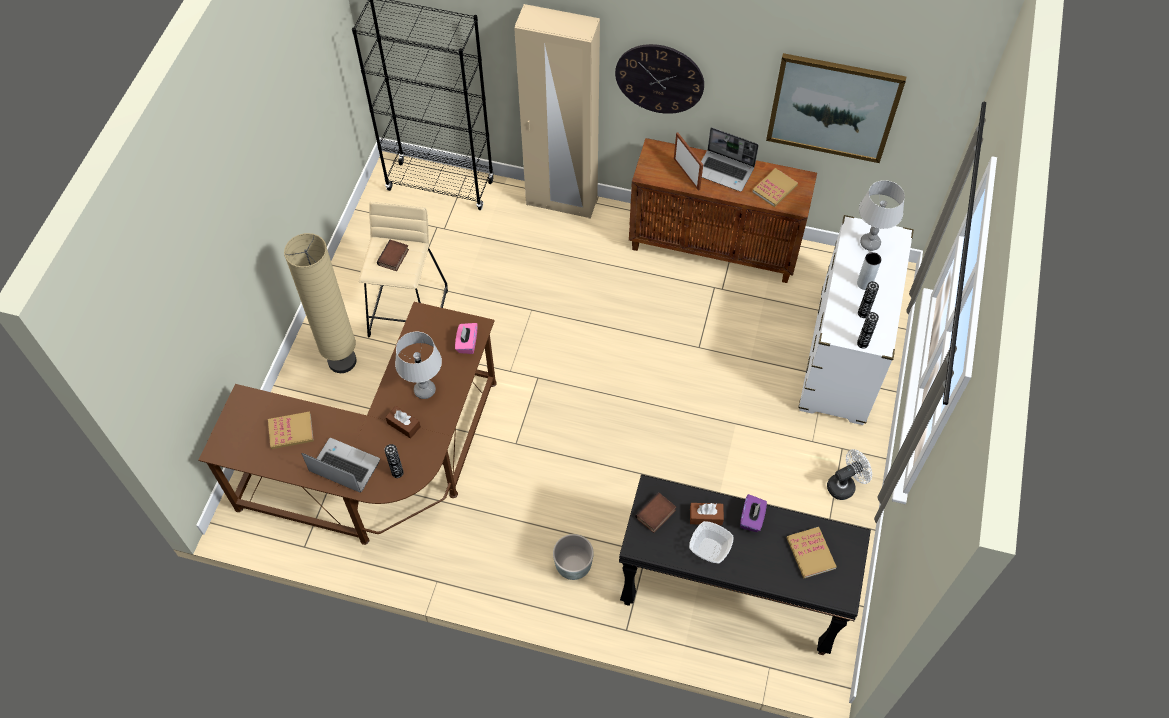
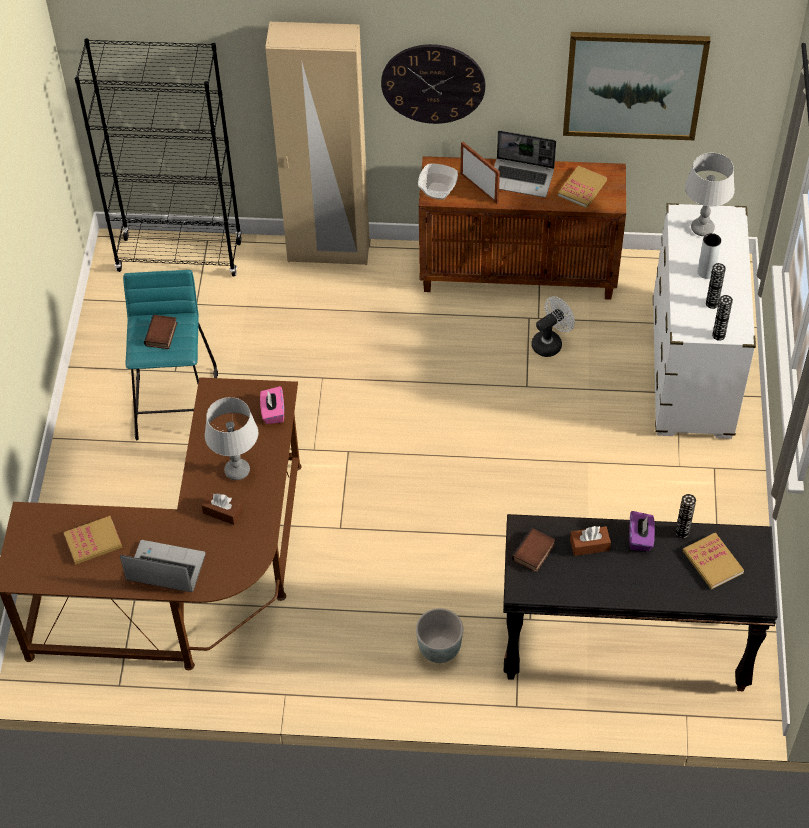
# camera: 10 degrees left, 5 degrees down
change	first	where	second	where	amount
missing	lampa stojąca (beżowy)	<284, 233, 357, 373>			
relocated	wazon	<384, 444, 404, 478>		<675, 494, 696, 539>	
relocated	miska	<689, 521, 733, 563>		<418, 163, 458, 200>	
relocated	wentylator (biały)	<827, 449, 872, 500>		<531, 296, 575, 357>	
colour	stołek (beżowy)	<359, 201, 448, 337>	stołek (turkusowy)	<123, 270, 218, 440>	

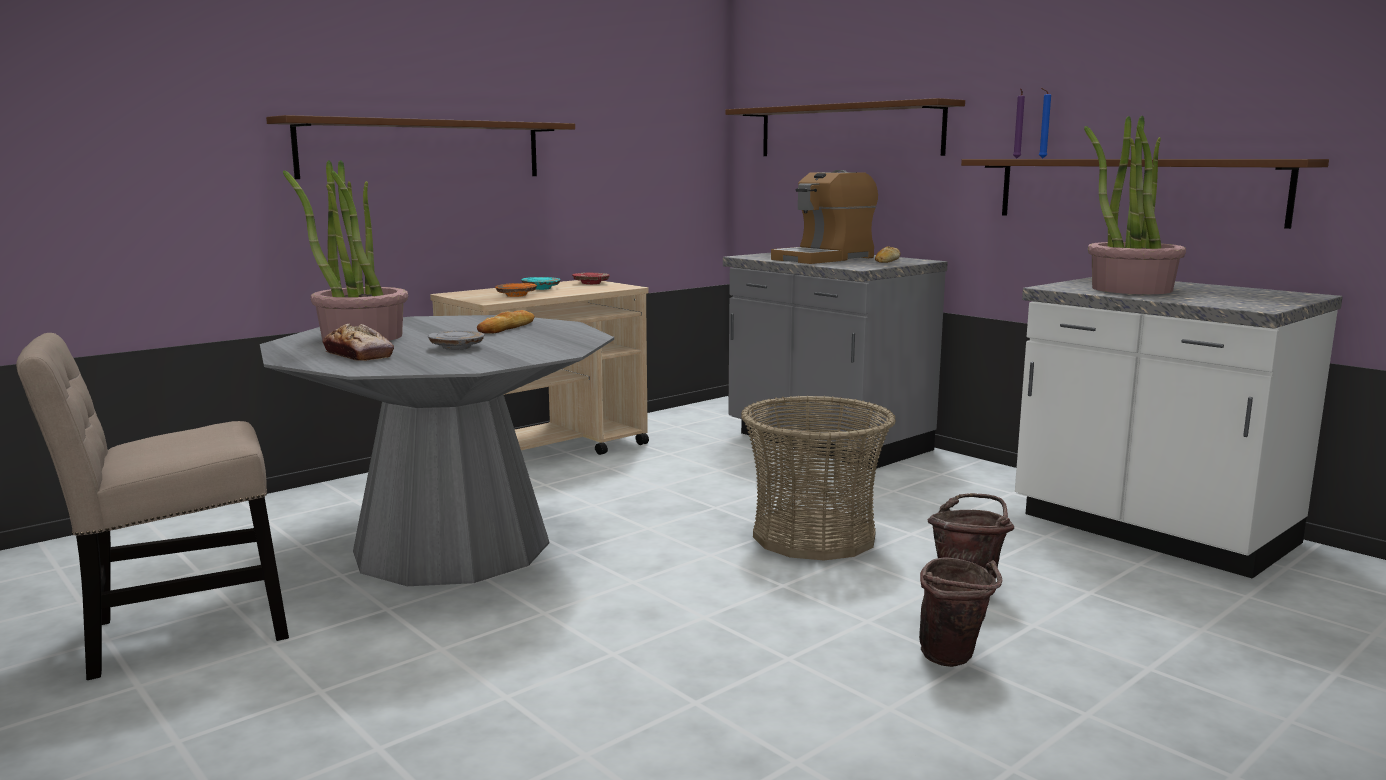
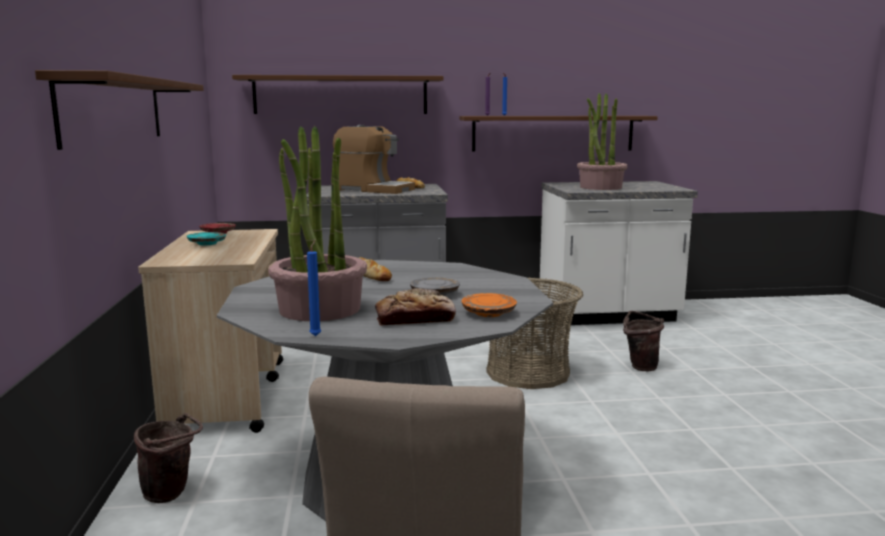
# camera: 55 degrees left, 0 degrees up
change	first	where	second	where	amount
appeared			świeca (niebieski)	<307, 241, 321, 336>	
relocated	talerz (pomarańczowy)	<495, 283, 537, 297>		<461, 293, 517, 317>	
relocated	wiadro (brązowy)	<919, 557, 1002, 667>		<134, 413, 203, 503>	
spun	ekspres do kawy	<771, 170, 878, 264>		<333, 125, 415, 194>	60 degrees counterclockwise

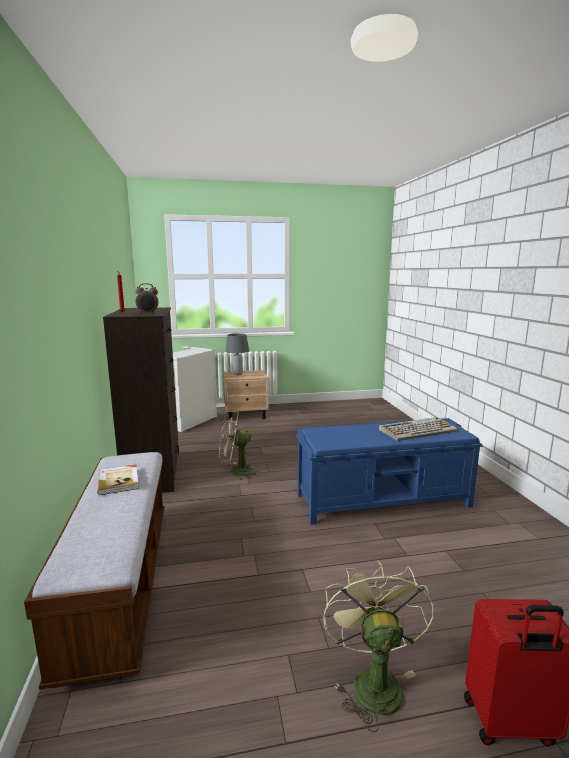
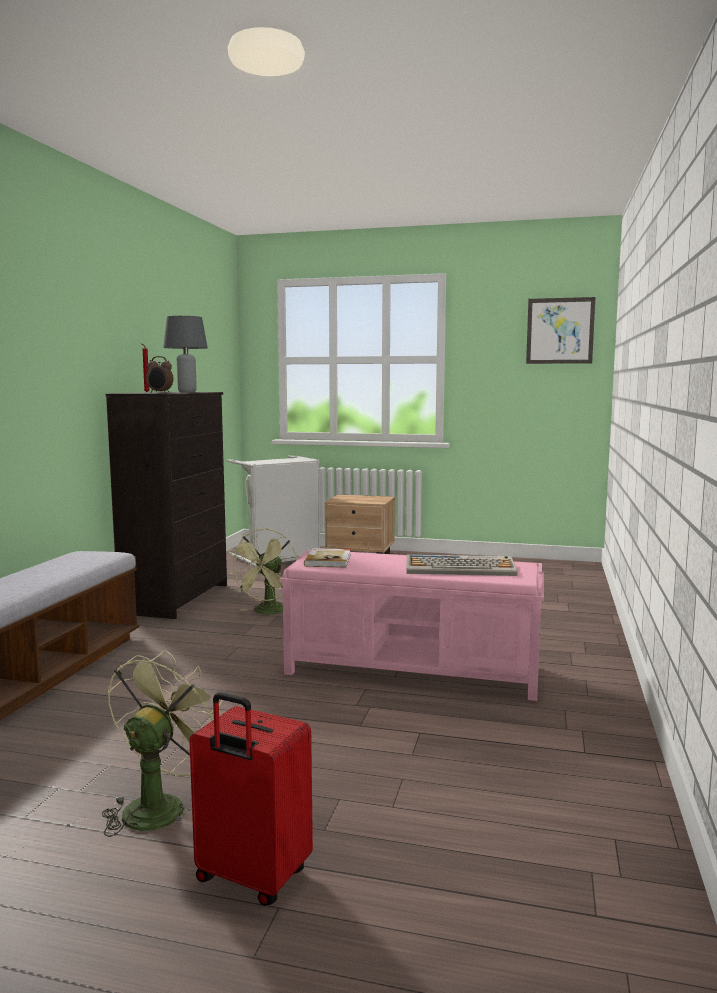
# camera: 25 degrees right, 5 degrees down
change	first	where	second	where	amount
appeared			obraz	<526, 297, 595, 364>	
relocated	książka	<98, 465, 139, 495>		<304, 548, 351, 567>	
relocated	lampa stołowa (szary)	<225, 333, 249, 375>		<163, 316, 208, 392>	
colour	ławka (niebieski)	<296, 418, 483, 525>	ławka (różowy)	<279, 549, 544, 701>	
spun	wentylator (zielony)	<219, 411, 259, 480>		<228, 528, 297, 614>	90 degrees counterclockwise

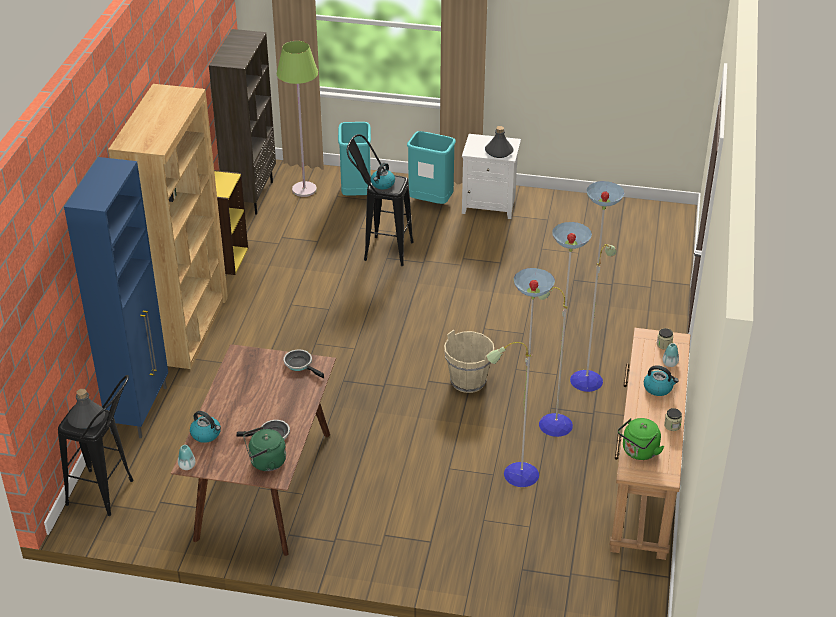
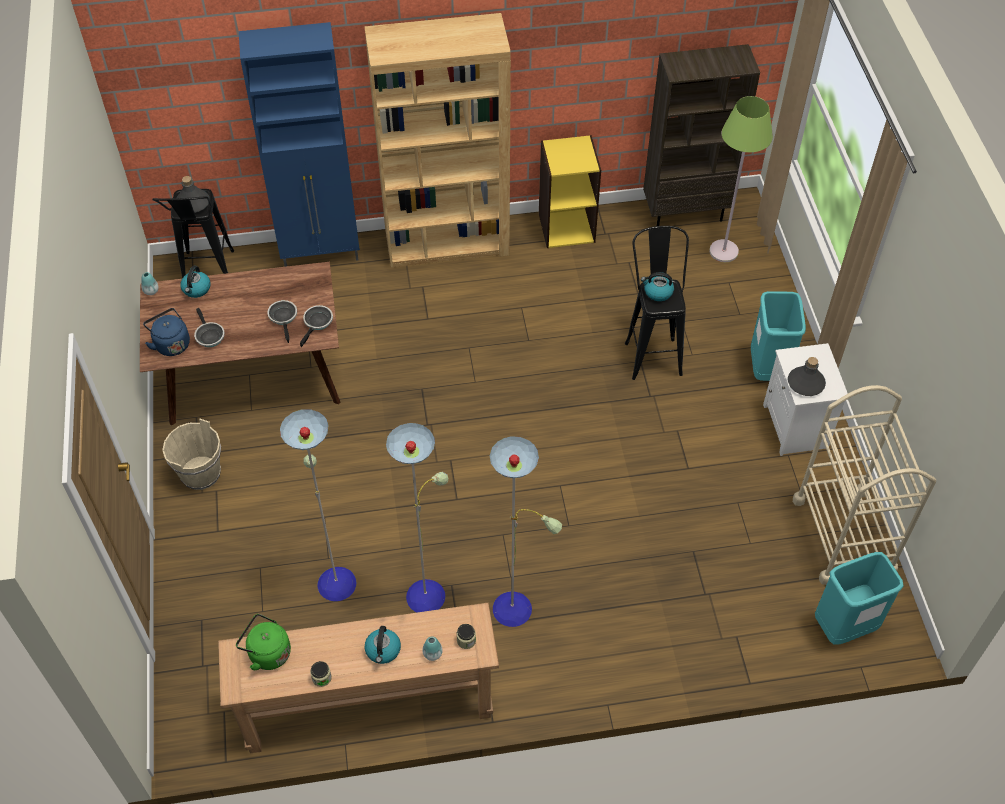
# camera: 70 degrees right, 15 degrees up
change	first	where	second	where	amount
appeared			patelnia	<268, 300, 297, 343>	
appeared			wózek (beżowy)	<793, 385, 936, 585>	
relocated	kosz na śmieci (turkusowy)	<338, 122, 371, 196>		<815, 552, 904, 645>	
relocated	wiadro (beżowy)	<444, 330, 494, 393>		<162, 419, 221, 490>	
colour	czajnik (zielony)	<243, 426, 286, 471>	czajnik (niebieski)	<143, 308, 190, 356>	

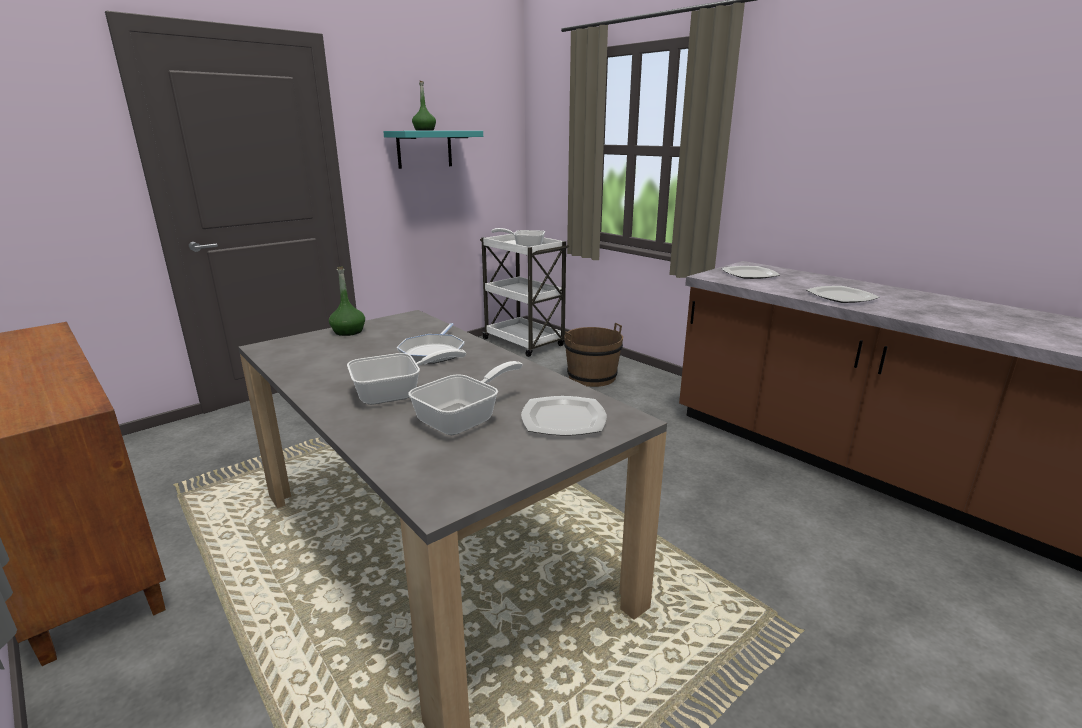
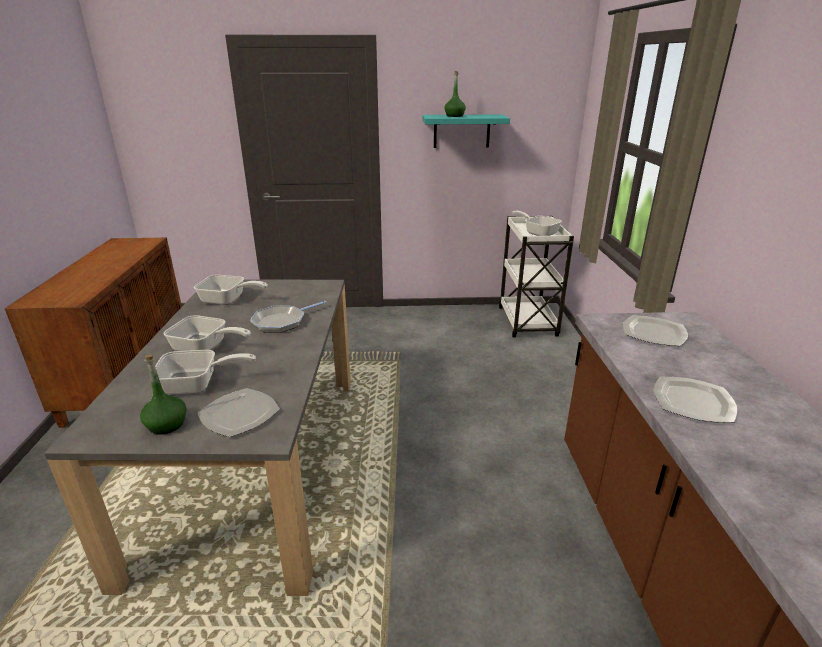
# camera: 40 degrees right, 5 degrees up
change	first	where	second	where	amount
missing	wiadro (brązowy)	<564, 323, 623, 387>			
appeared			patelnia	<194, 275, 268, 305>	
relocated	butelka (zielony)	<329, 266, 365, 336>		<140, 355, 186, 434>	

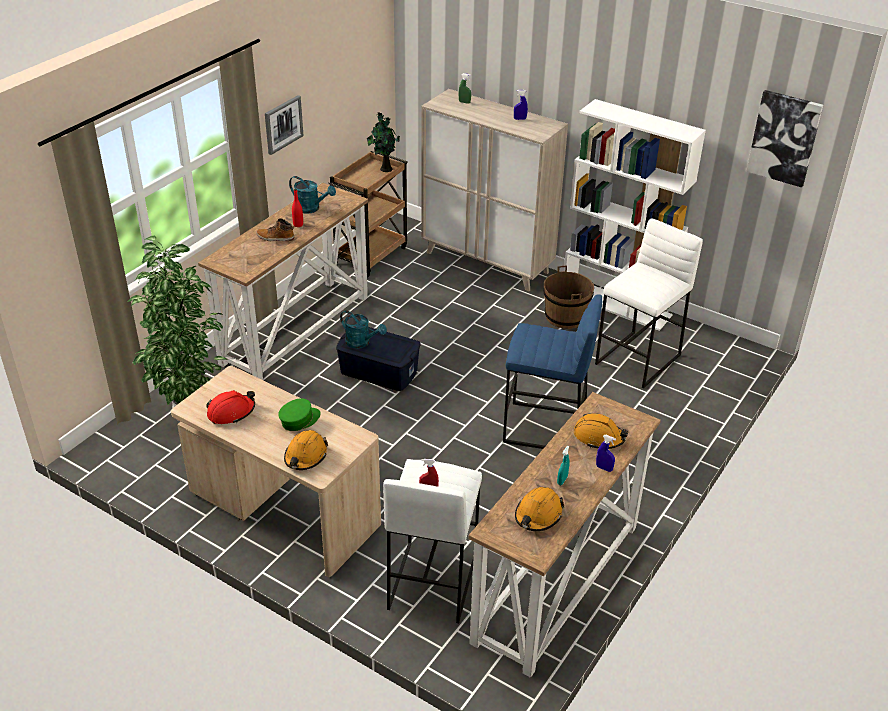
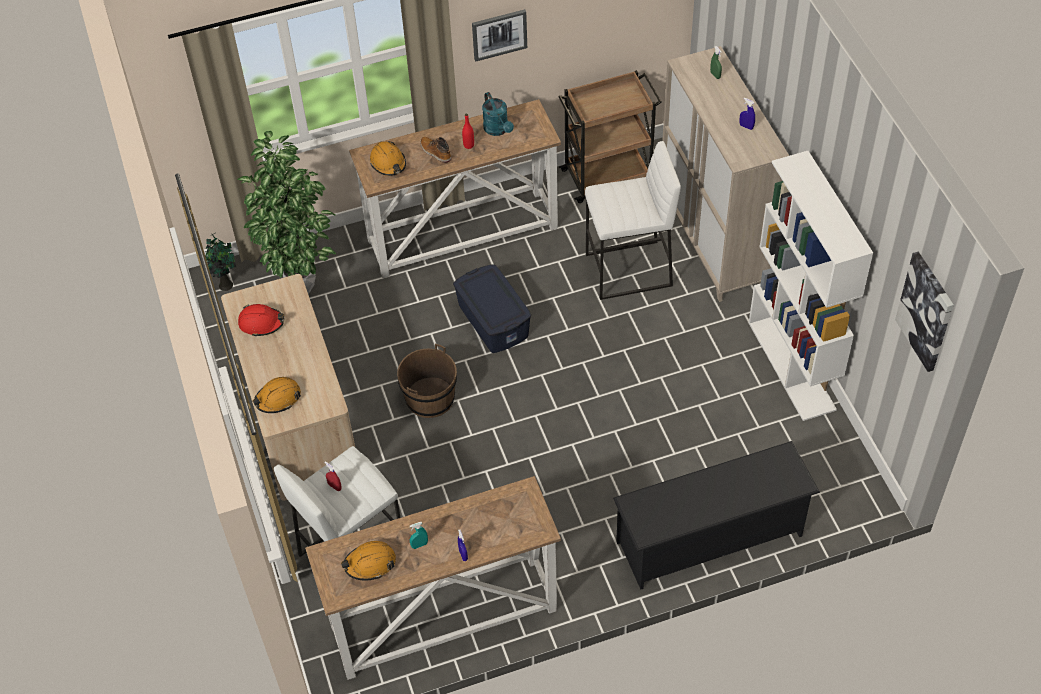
# camera: 40 degrees right, 15 degrees up
change	first	where	second	where	amount
missing	czapka z daszkiem (zielony)	<278, 398, 321, 431>			
missing	konewka (turkusowy)	<340, 310, 387, 349>			
missing	stołek (niebieski)	<503, 294, 602, 449>			
appeared			regał na buty (czarny)	<613, 441, 820, 589>	
relocated	roślina doniczkowa	<367, 112, 400, 172>		<205, 233, 236, 291>	
relocated	wiadro (brązowy)	<543, 266, 594, 329>		<397, 344, 457, 418>	
relocated	kask (pomarańczowy)	<574, 413, 628, 449>		<370, 141, 406, 176>	
relocated	stołek (biały)	<595, 218, 703, 388>		<585, 141, 681, 300>	

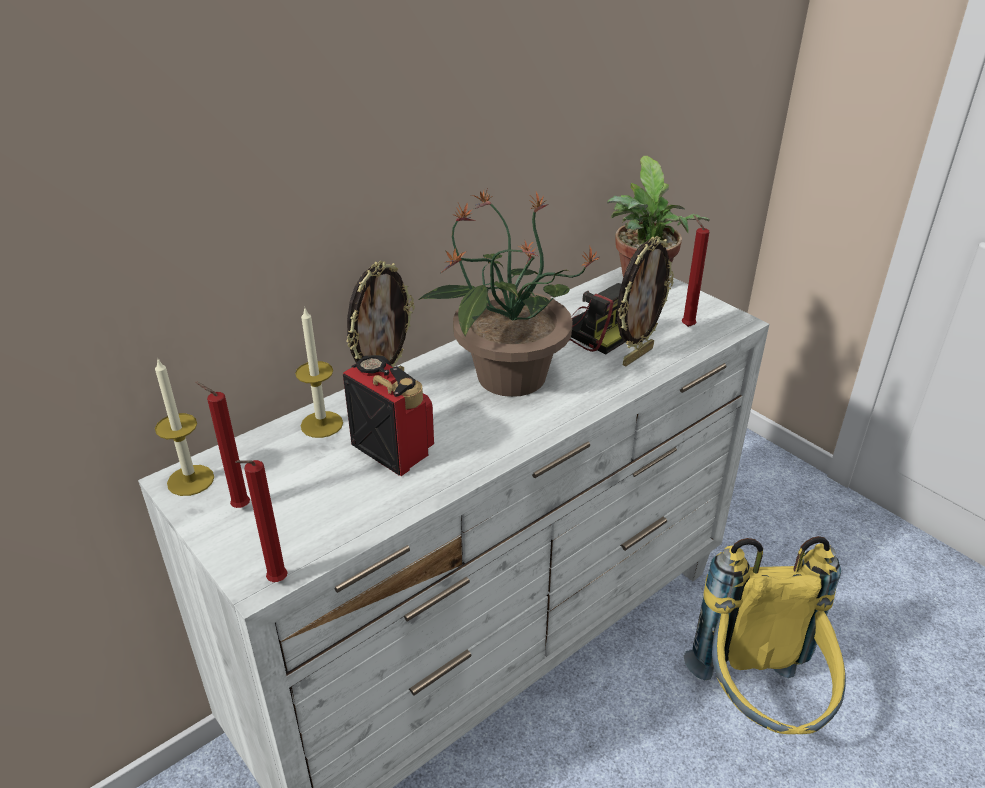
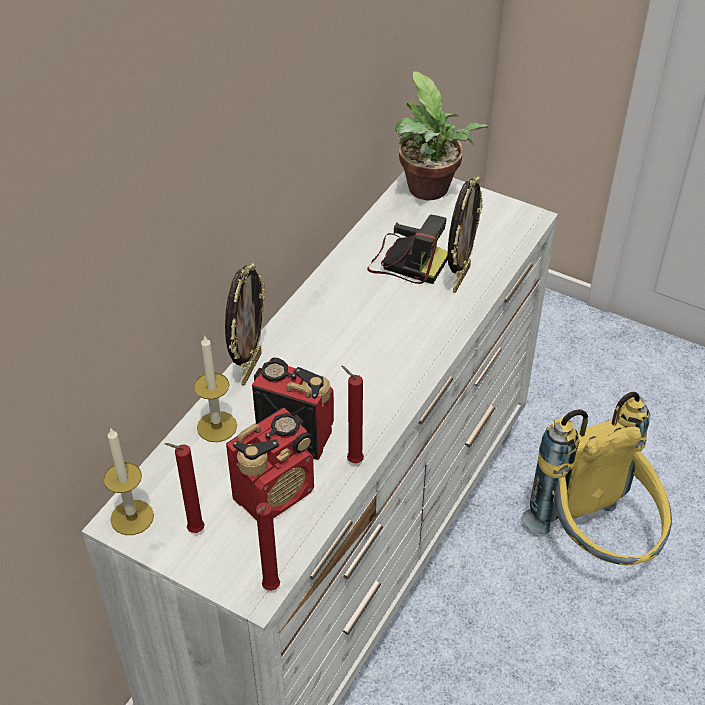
# camera: 20 degrees left, 10 degrees up
change	first	where	second	where	amount
missing	roślina doniczkowa	<418, 189, 599, 397>			
appeared			radio	<226, 408, 314, 520>	
relocated	świeca (czerwony)	<682, 215, 709, 327>		<342, 366, 364, 463>	

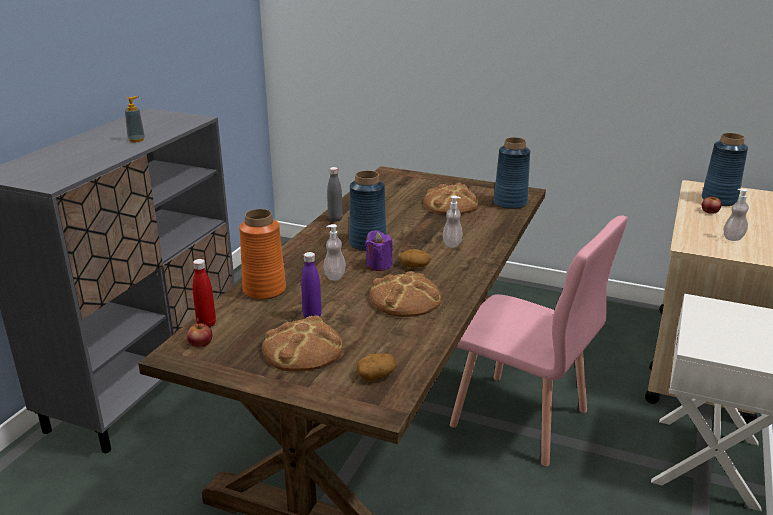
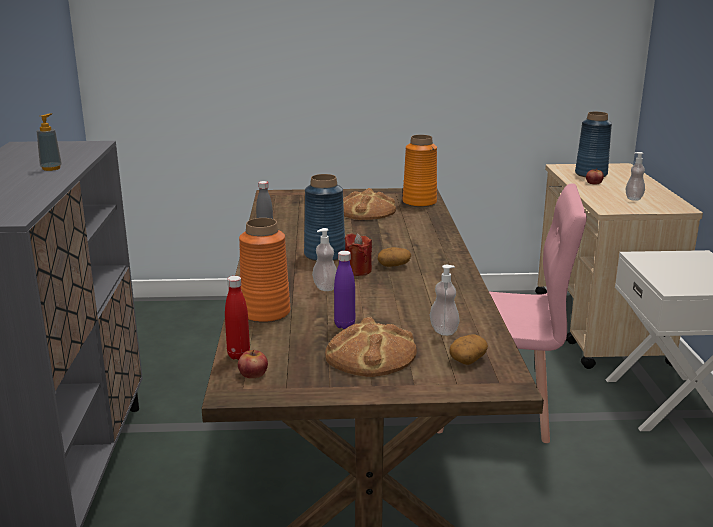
# camera: 25 degrees left, 5 degrees down
change	first	where	second	where	amount
missing	chleb	<370, 271, 442, 317>			
relocated	dozownik mydła	<442, 196, 463, 248>		<430, 265, 460, 336>	
colour	świeca (fioletowy)	<365, 230, 393, 271>	świeca (czerwony)	<345, 233, 372, 276>	
colour	wazon (niebieski)	<494, 137, 530, 209>	wazon (pomarańczowy)	<402, 135, 437, 207>	

